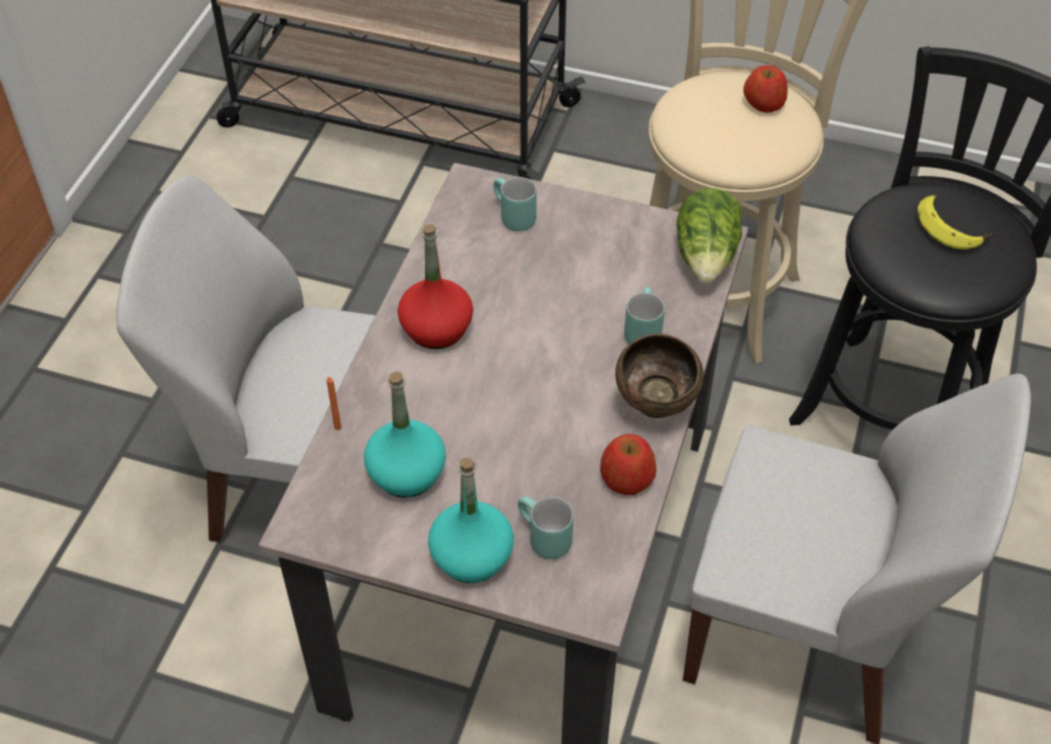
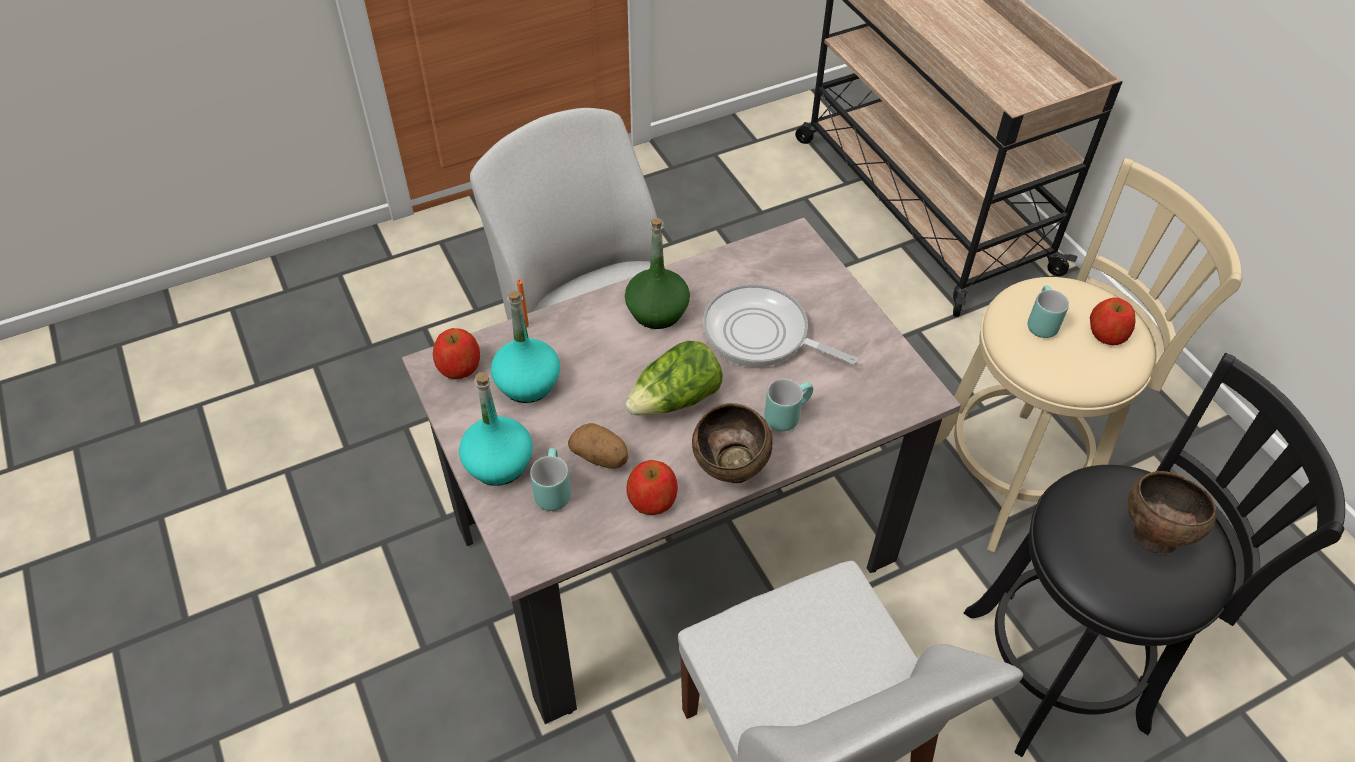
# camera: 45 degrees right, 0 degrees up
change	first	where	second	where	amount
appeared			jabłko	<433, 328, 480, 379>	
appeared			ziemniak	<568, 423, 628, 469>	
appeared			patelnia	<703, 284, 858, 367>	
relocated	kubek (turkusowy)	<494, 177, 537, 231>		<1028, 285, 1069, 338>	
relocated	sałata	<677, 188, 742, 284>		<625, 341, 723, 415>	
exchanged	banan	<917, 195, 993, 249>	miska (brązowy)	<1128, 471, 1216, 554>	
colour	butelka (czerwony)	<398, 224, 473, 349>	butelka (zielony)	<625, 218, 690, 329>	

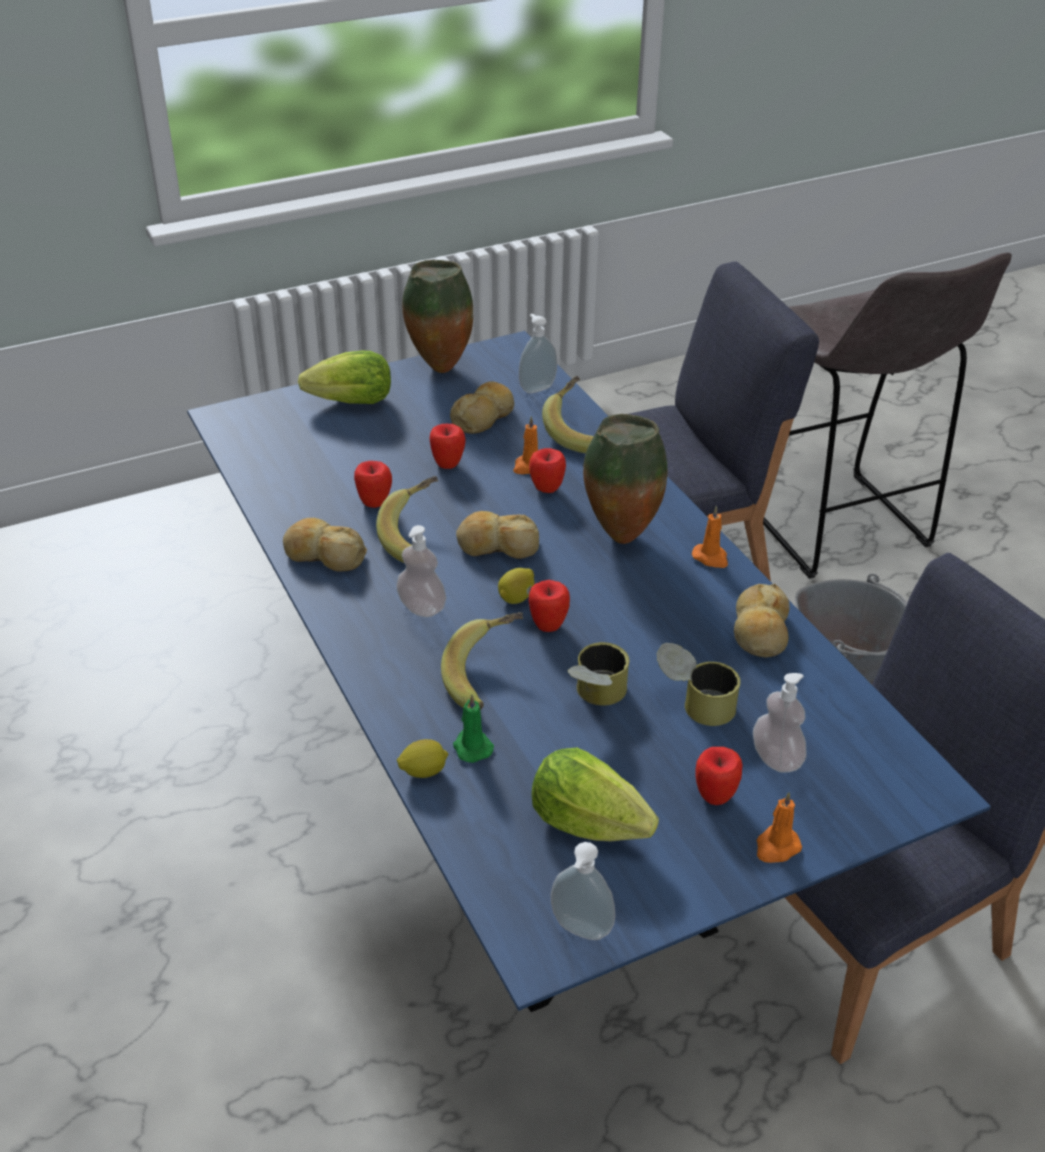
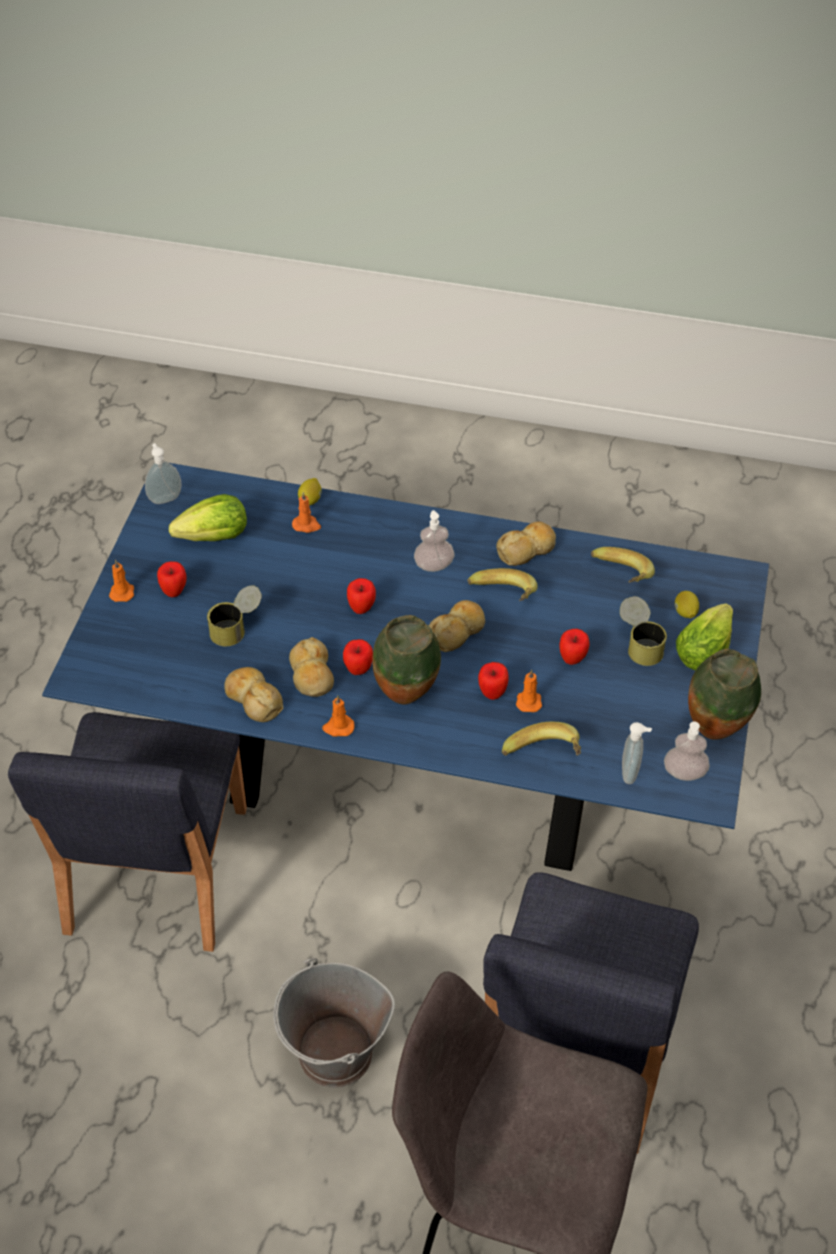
# camera: 130 degrees right, 10 degrees up
change	first	where	second	where	amount
relocated	jabłko	<354, 461, 392, 508>		<343, 639, 373, 675>	
relocated	banan	<441, 612, 523, 710>		<591, 547, 655, 582>	
relocated	chleb	<450, 381, 514, 434>		<289, 637, 334, 697>	
relocated	cytryna	<498, 568, 534, 604>		<675, 591, 699, 618>	
relocated	puszka	<568, 642, 629, 706>		<620, 596, 667, 666>	
relocated	dozownik mydła	<753, 673, 807, 773>		<664, 721, 710, 781>	
colour	świeca (zielony)	<453, 694, 494, 763>	świeca (pomarańczowy)	<292, 492, 321, 533>	

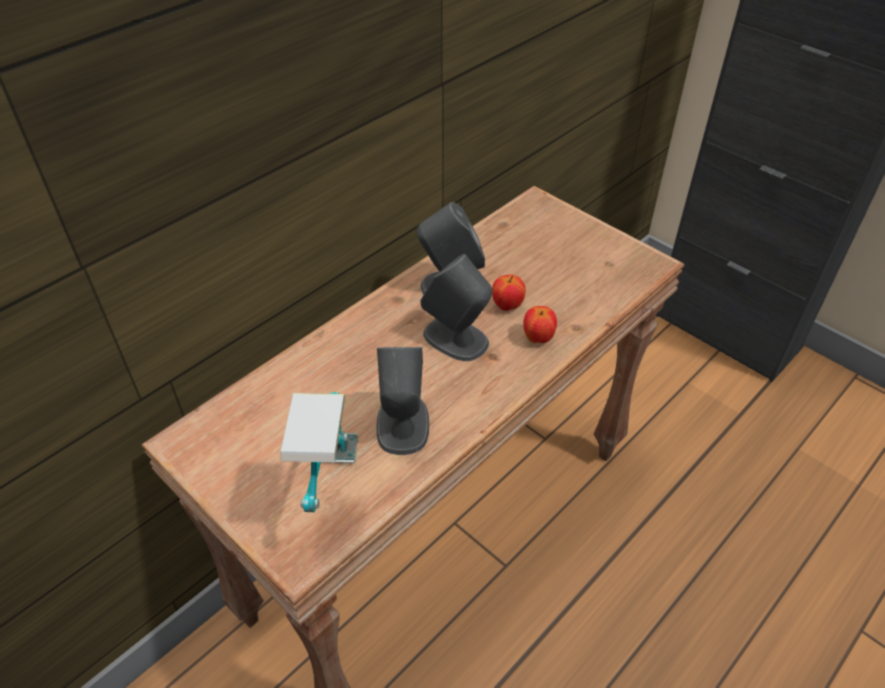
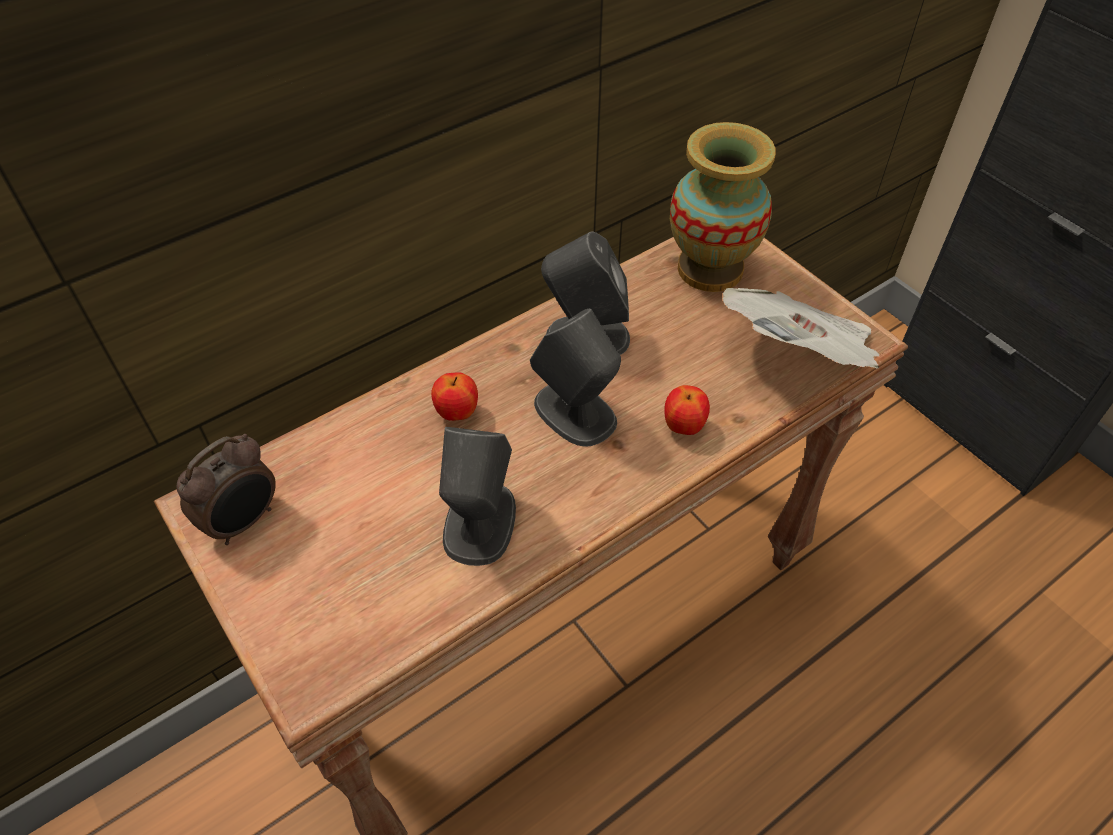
# camera: 10 degrees right, 5 degrees up
change	first	where	second	where	amount
missing	lampa stołowa	<280, 392, 358, 512>			
appeared			budzik	<176, 434, 276, 545>	
appeared			wazon	<670, 122, 776, 292>	
appeared			gazeta	<723, 288, 880, 368>	
relocated	jabłko	<492, 274, 526, 311>		<431, 372, 478, 421>	

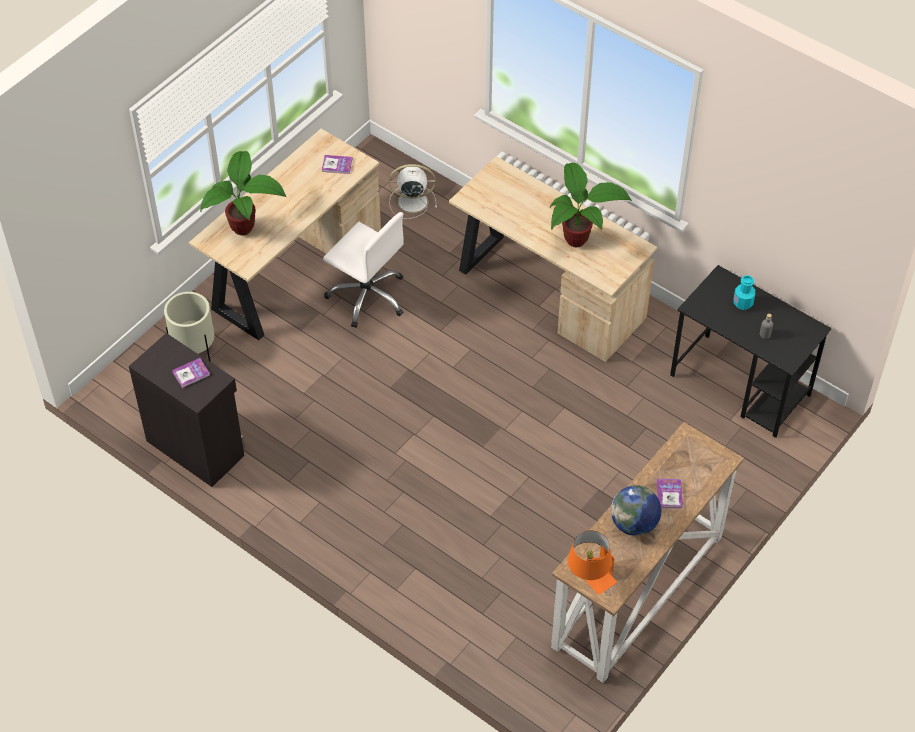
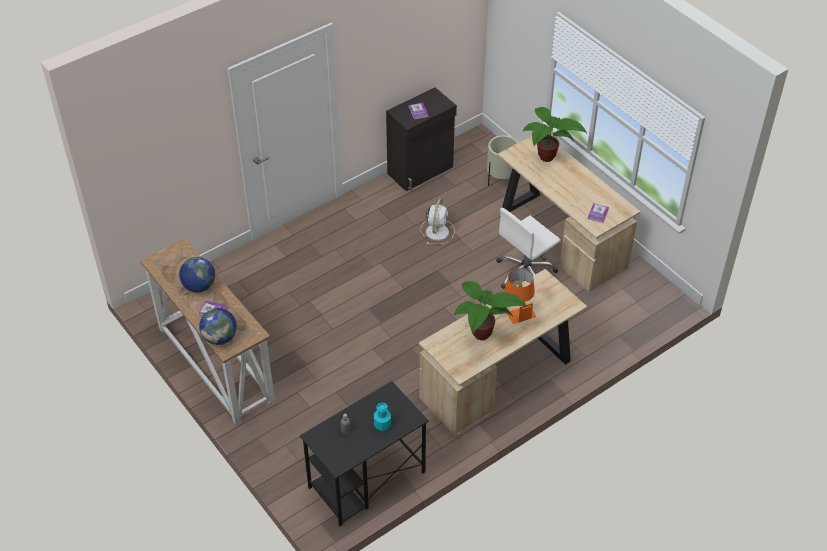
# camera: 105 degrees right, 5 degrees down
change	first	where	second	where	amount
appeared			globus	<199, 308, 237, 345>	
relocated	wentylator (biały)	<389, 164, 437, 219>		<421, 198, 455, 244>	
relocated	lampa stołowa (pomarańczowy)	<568, 530, 617, 595>		<504, 268, 536, 324>	

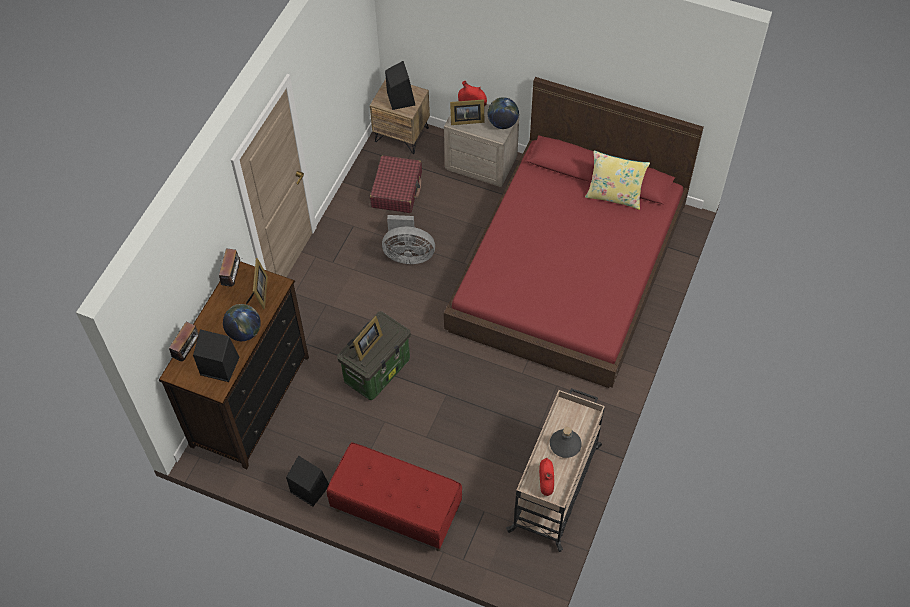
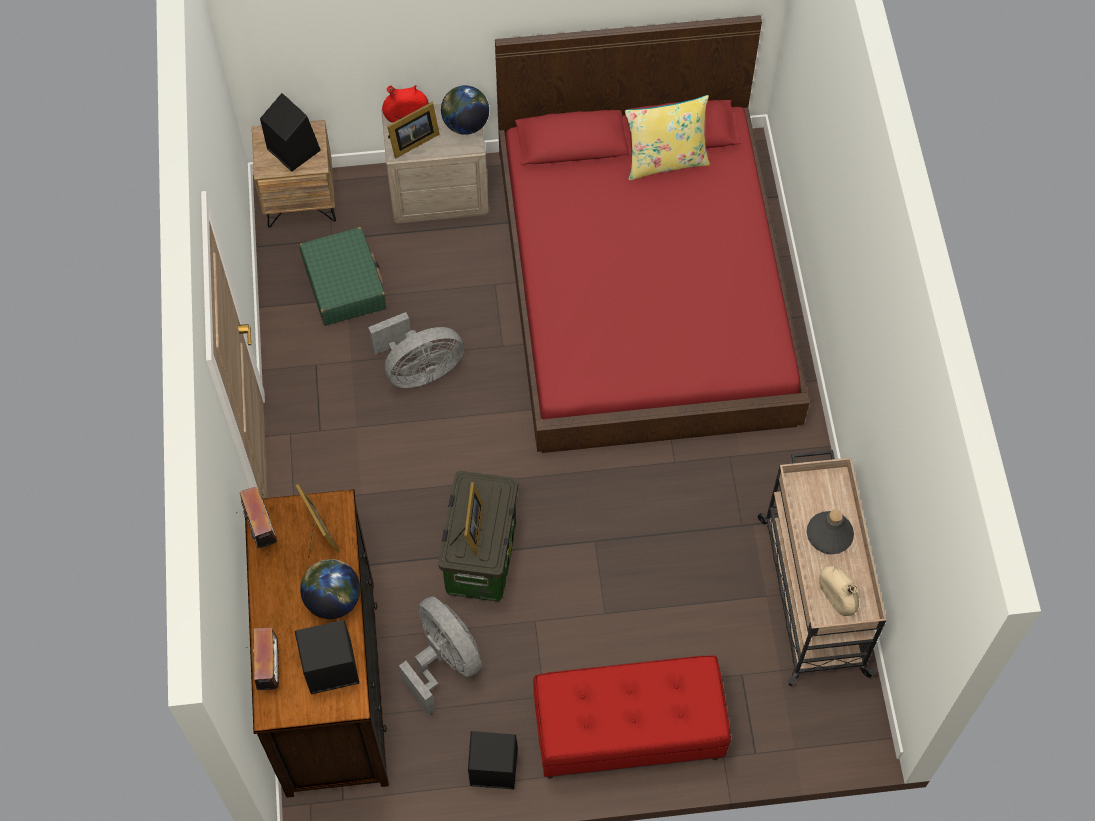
# camera: 30 degrees left, 5 degrees up
change	first	where	second	where	amount
appeared			wentylator (szary)	<399, 596, 482, 715>	
colour	walizka (czerwony)	<370, 155, 422, 213>	walizka (zielony)	<299, 227, 386, 326>	
colour	wazon (czerwony)	<539, 458, 554, 496>	wazon (beżowy)	<819, 565, 859, 616>	

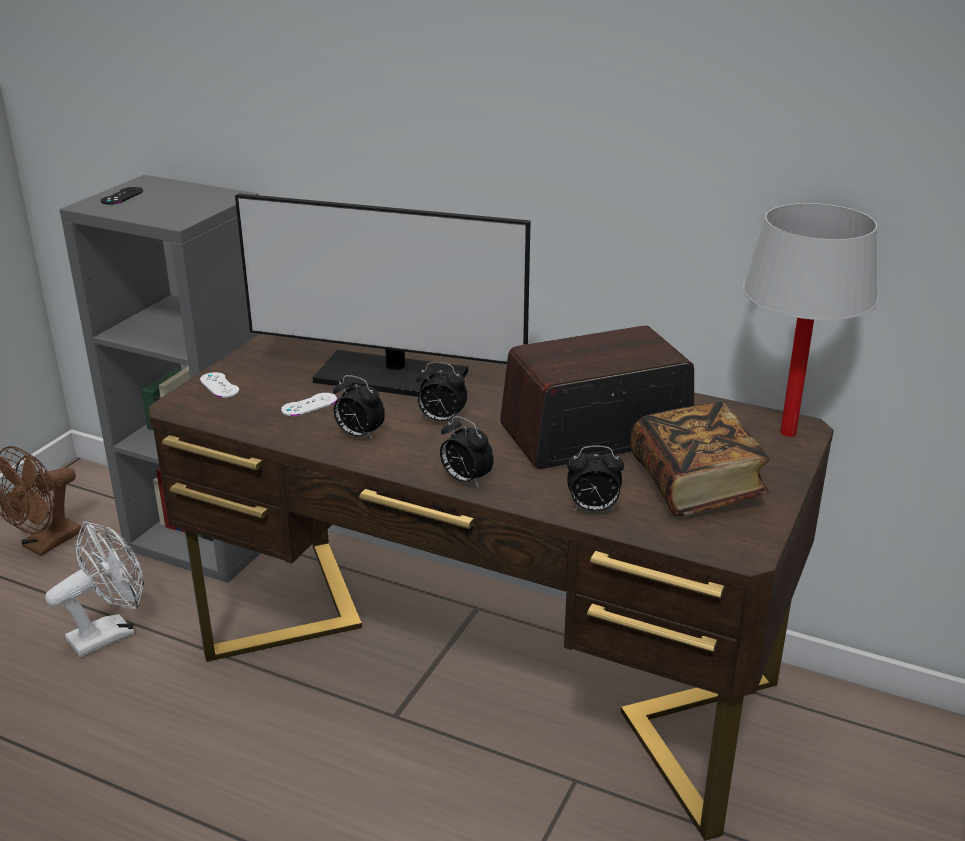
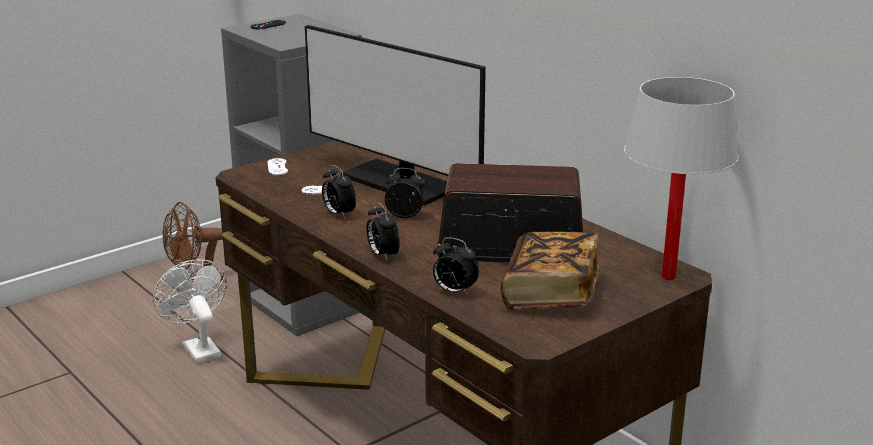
# camera: 25 degrees right, 5 degrees down
change	first	where	second	where	amount
spun	wentylator (biały)	<45, 521, 144, 657>		<153, 259, 227, 363>	105 degrees counterclockwise
spun	budzik	<416, 362, 467, 422>		<385, 168, 425, 218>	150 degrees clockwise

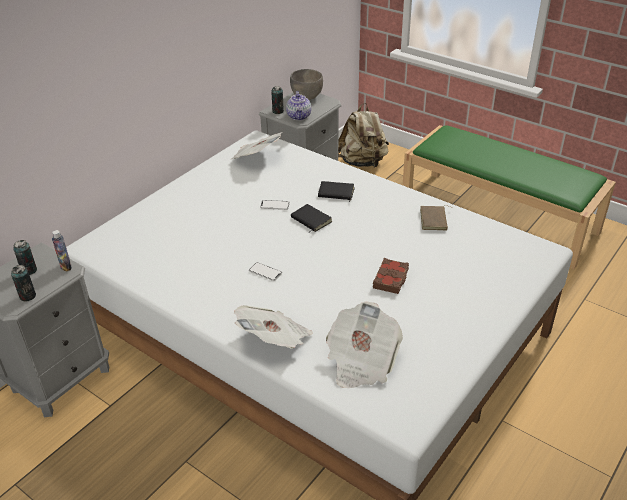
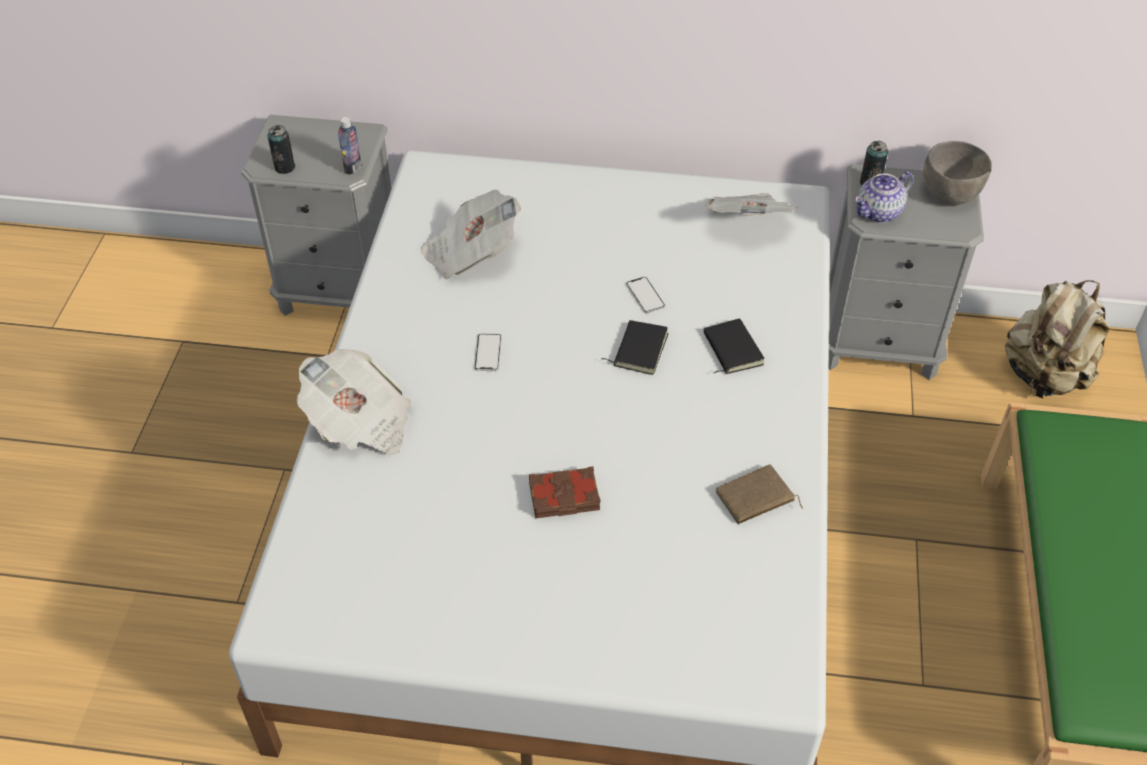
# camera: 60 degrees right, 10 degrees up
change	first	where	second	where	amount
missing	puszka	<13, 240, 37, 275>			
relocated	gazeta	<326, 302, 403, 388>		<421, 190, 521, 280>	

